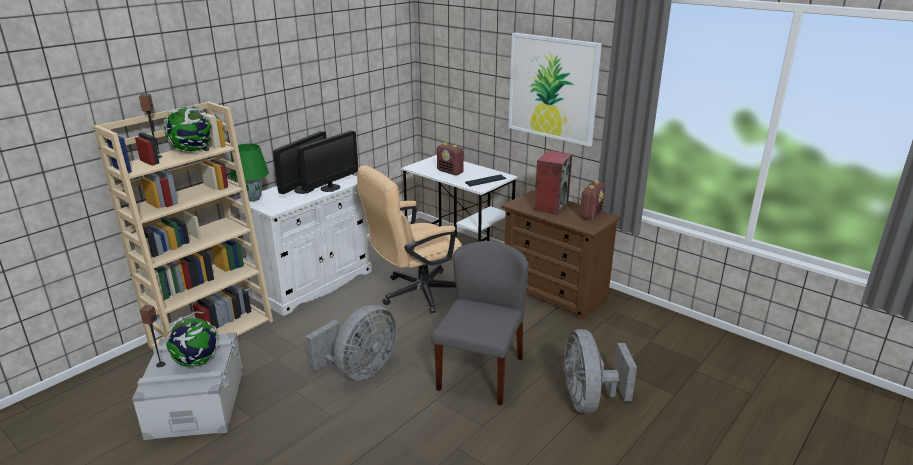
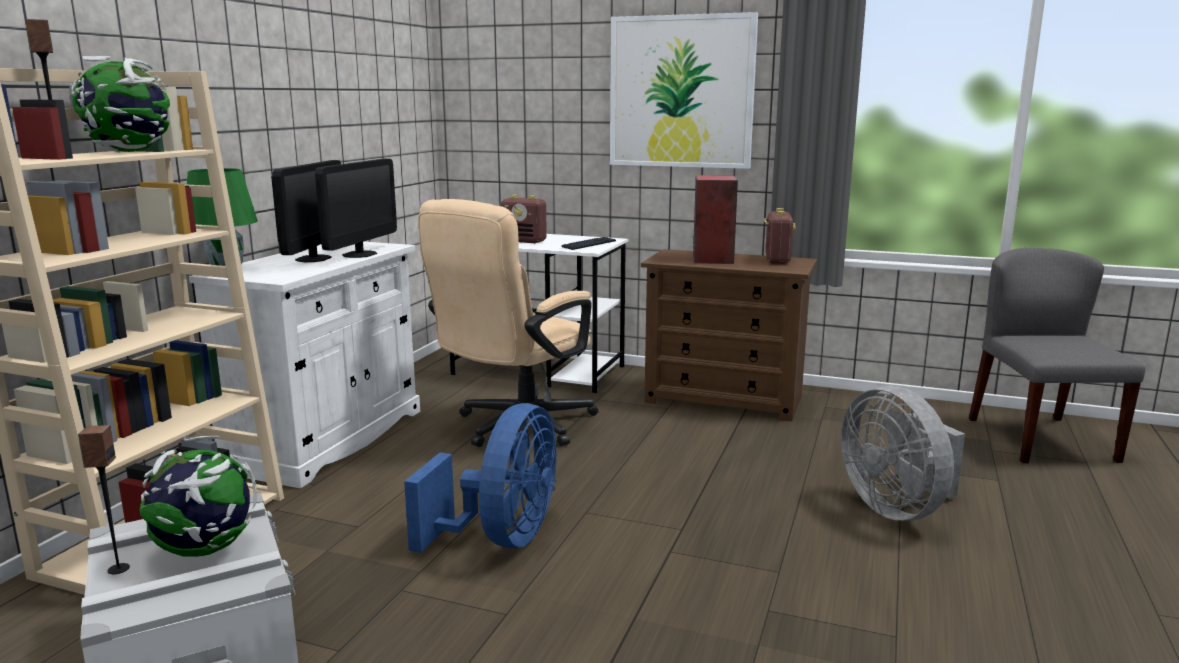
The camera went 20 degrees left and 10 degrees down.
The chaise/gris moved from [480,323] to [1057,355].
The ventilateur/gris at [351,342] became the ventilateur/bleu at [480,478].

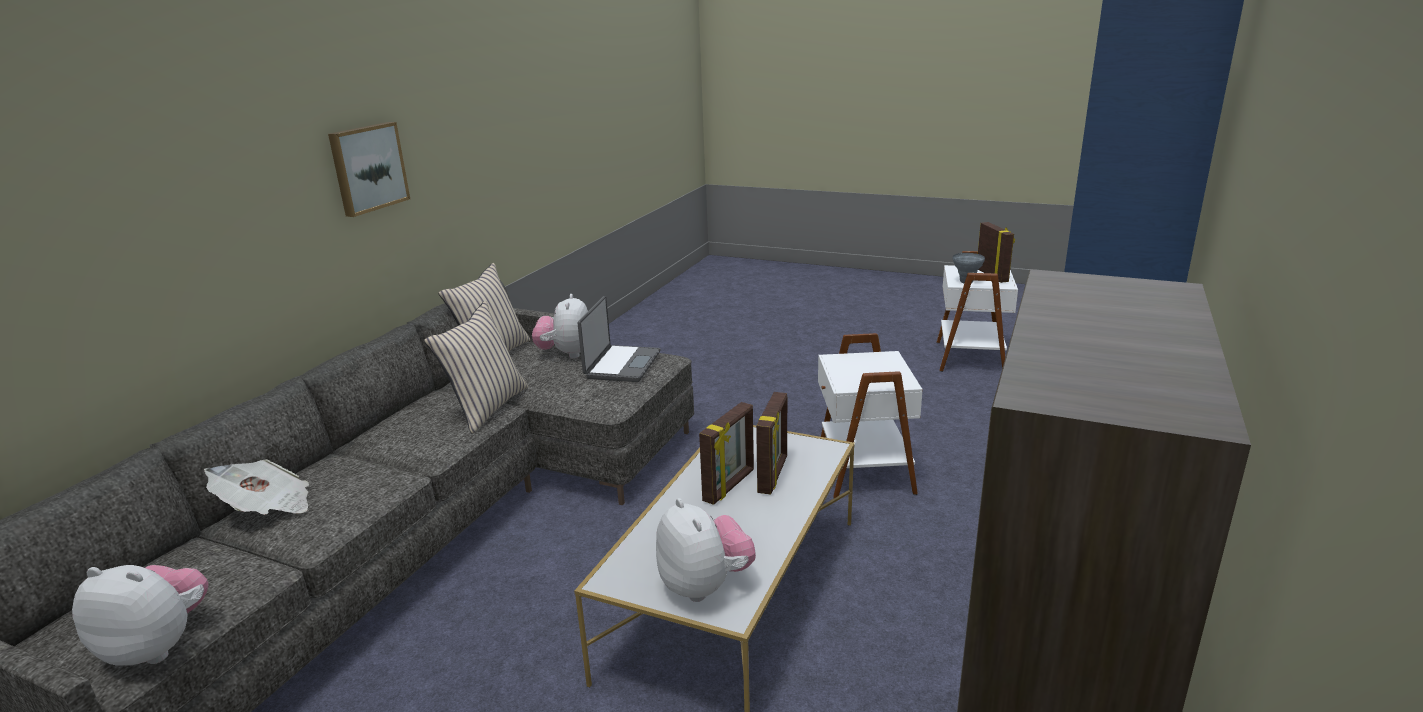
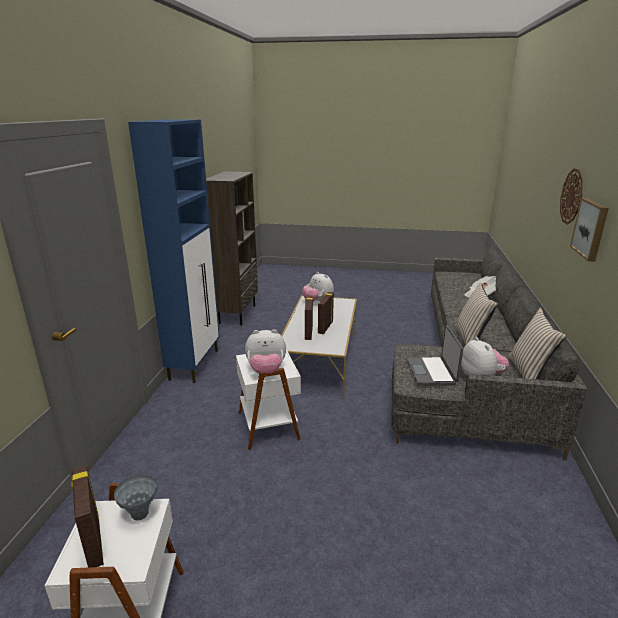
The camera went 165 degrees right and 0 degrees up.
The horloge murale at [571,196] appeared.
The peluche moved from [140,615] to [265,351].

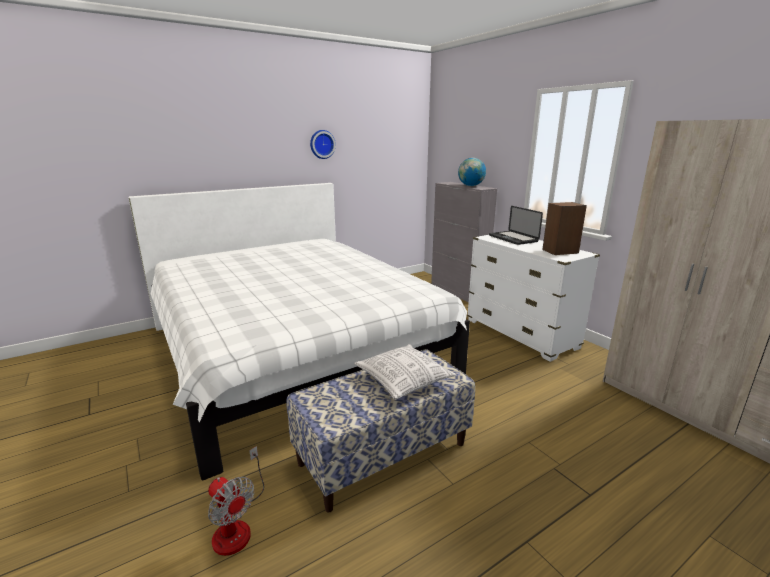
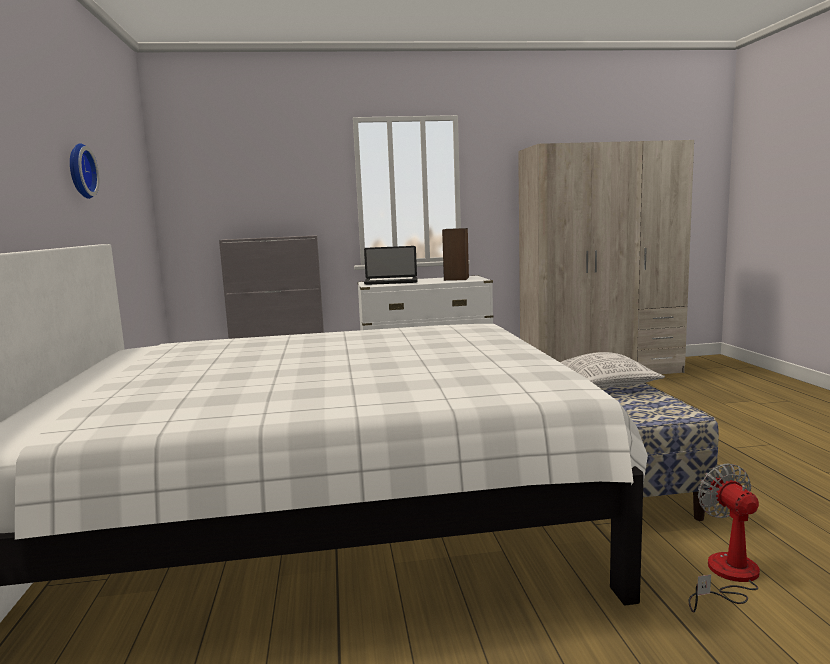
The camera went 65 degrees left and 10 degrees down.
The globe at [472,172] disappeared.
The ventilateur at [236,501] turned 75 degrees counterclockwise.

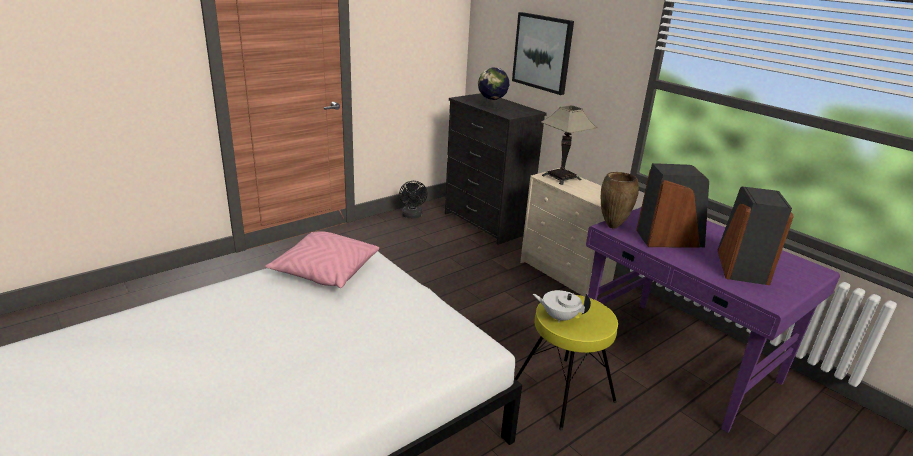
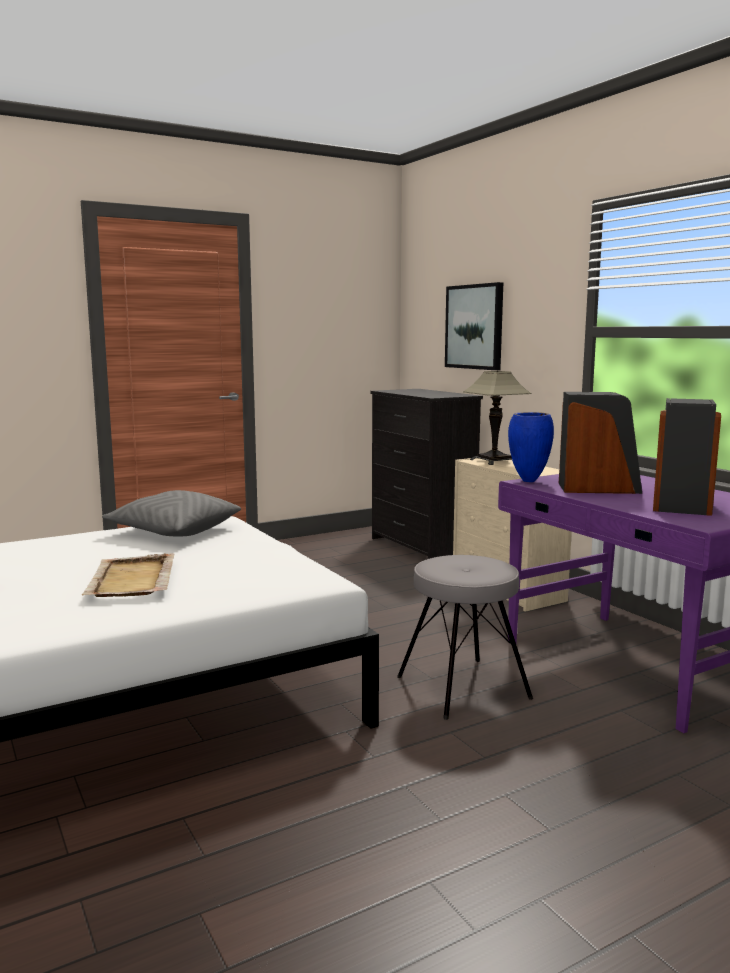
The camera went 10 degrees right and 15 degrees down.
The ventilateur/noir at [413,199] disappeared.
The globe at [493,88] disappeared.
The théière/blanc at [562,306] disappeared.
The plateau/beige at [128,575] appeared.
The coussin/rose at [322,259] became the coussin/gris at [171,513].
The tabouret/jaune at [566,362] became the tabouret/gris at [465,637].
The vase/marron at [620,200] became the vase/bleu at [531,447].

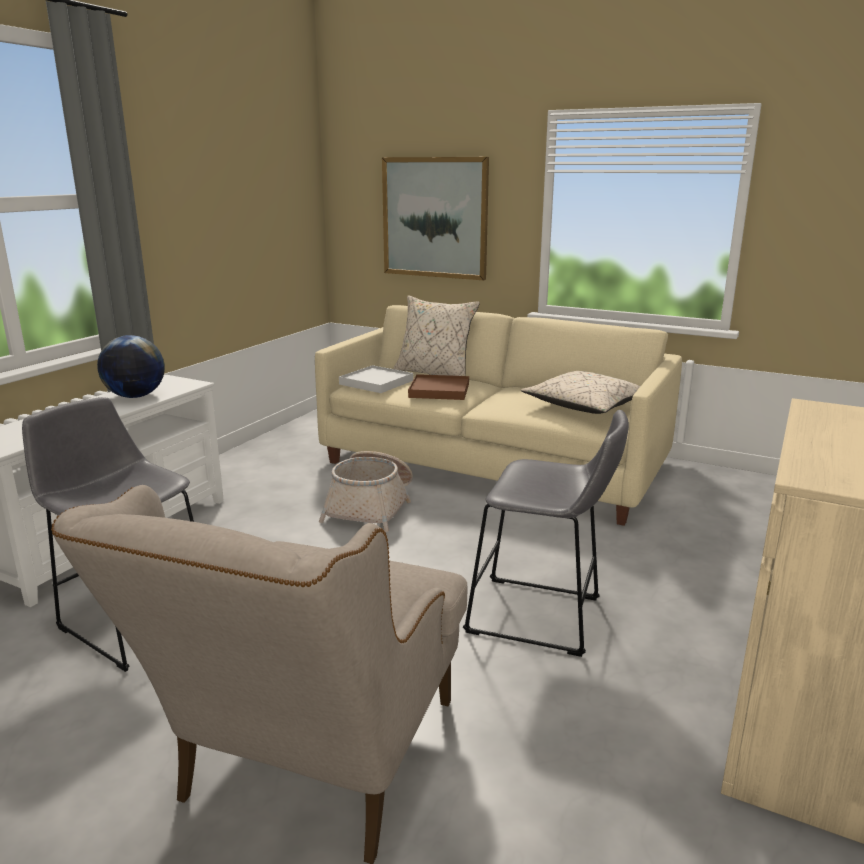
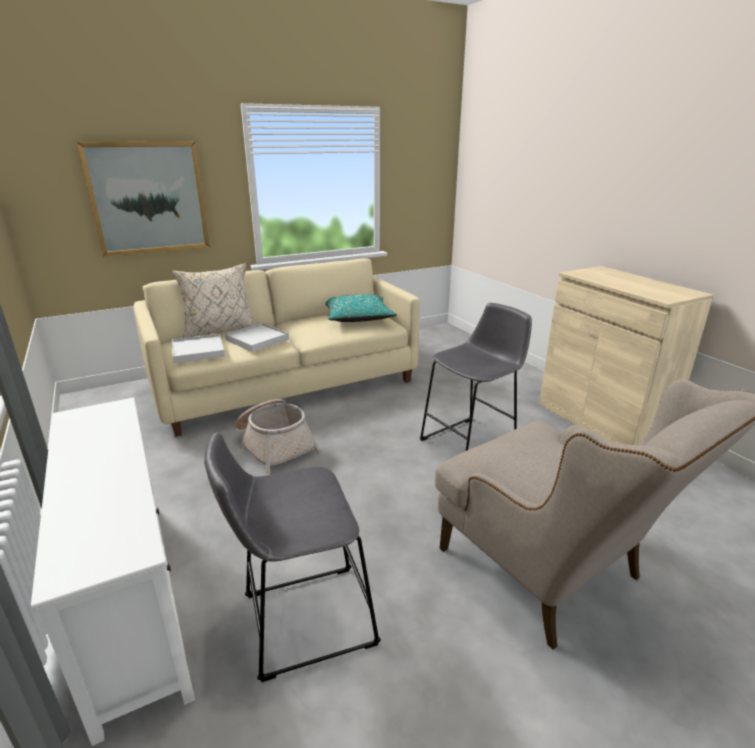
The camera went 55 degrees left and 5 degrees up.
The globe at [131,366] disappeared.
The plateau/marron at [438,387] became the plateau/blanc at [257,337].
The coussin/beige at [580,392] became the coussin/turquoise at [361,308].

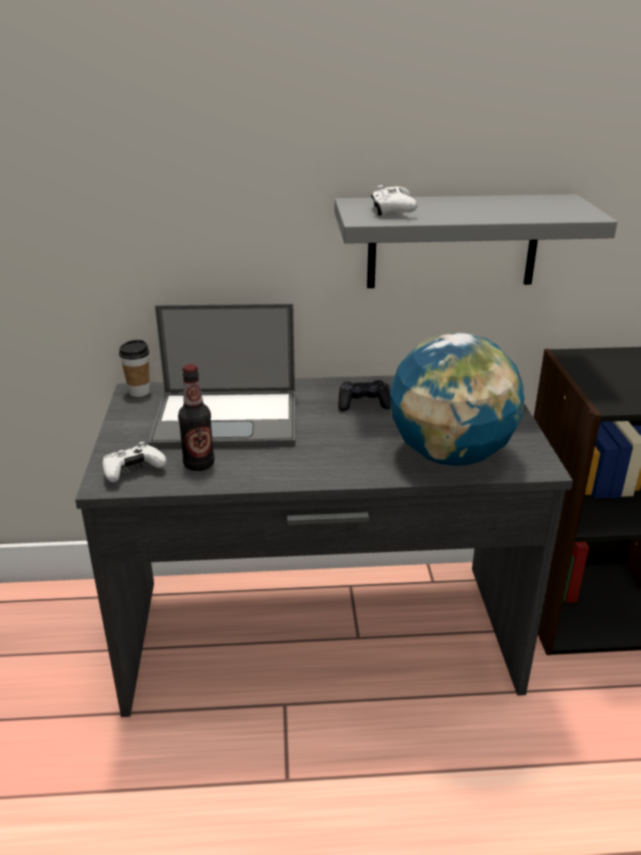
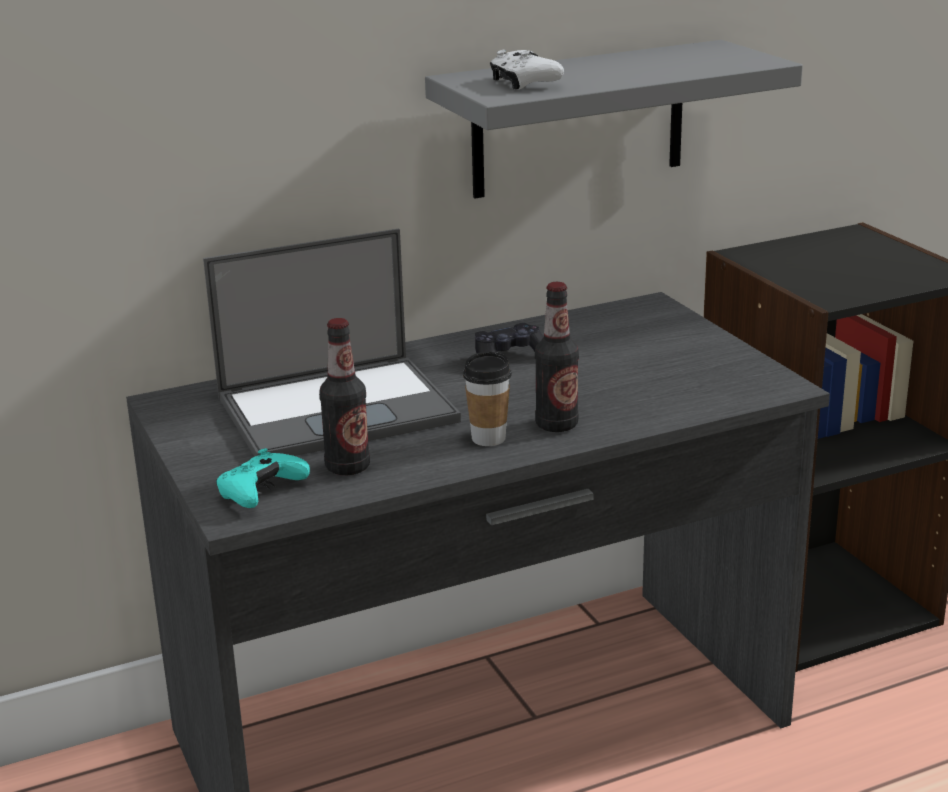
The camera went 20 degrees left and 5 degrees down.
The globe at [457,399] disappeared.
The bouteille at [557,357] appeared.
The tasse moved from [134,368] to [487,399].
The manette/blanc at [135,462] became the manette/turquoise at [263,478].

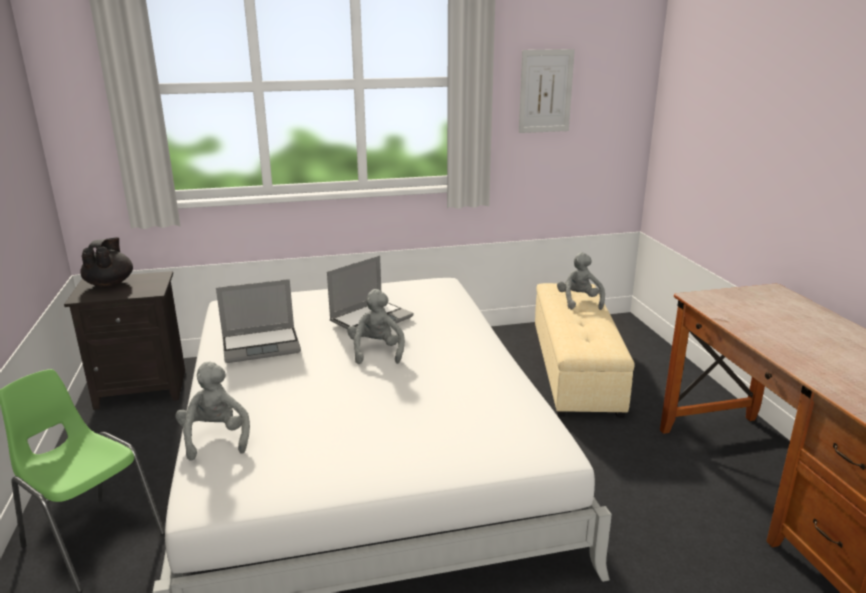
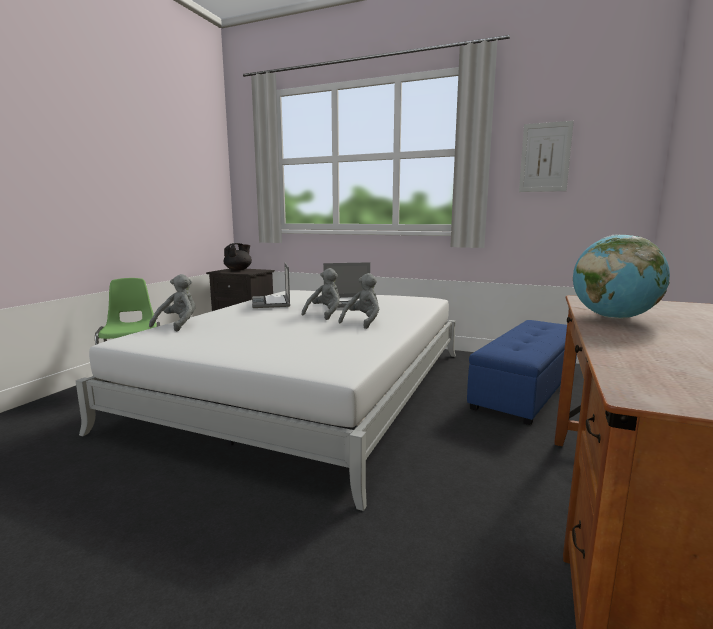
The camera went 35 degrees right and 10 degrees down.
The globe at [621,276] appeared.
The peluche/gris moved from [581,281] to [359,301].
The pouf/beige at [585,350] became the pouf/bleu at [522,372].
The ordinateur portable at [258,321] turned 60 degrees clockwise.

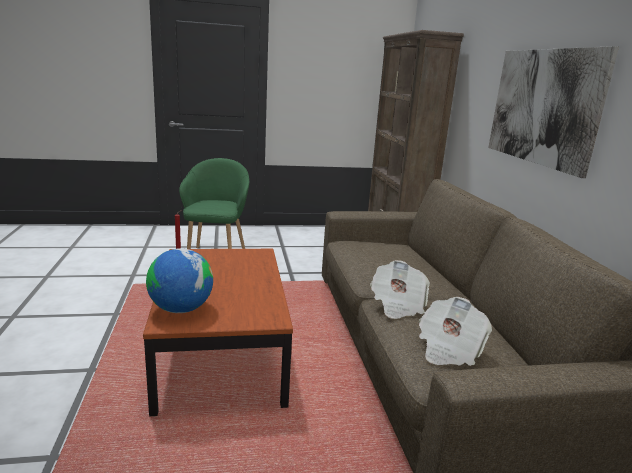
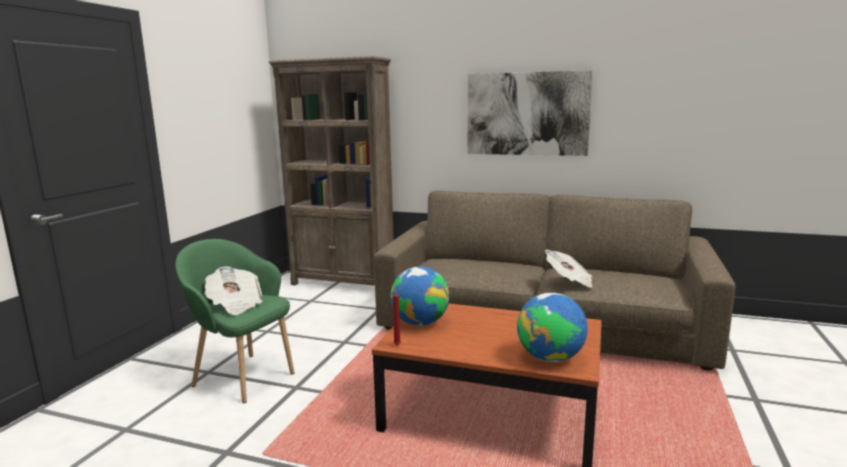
The camera went 60 degrees left and 5 degrees down.
The globe at [420,296] appeared.
The journal moved from [455,331] to [233,291].

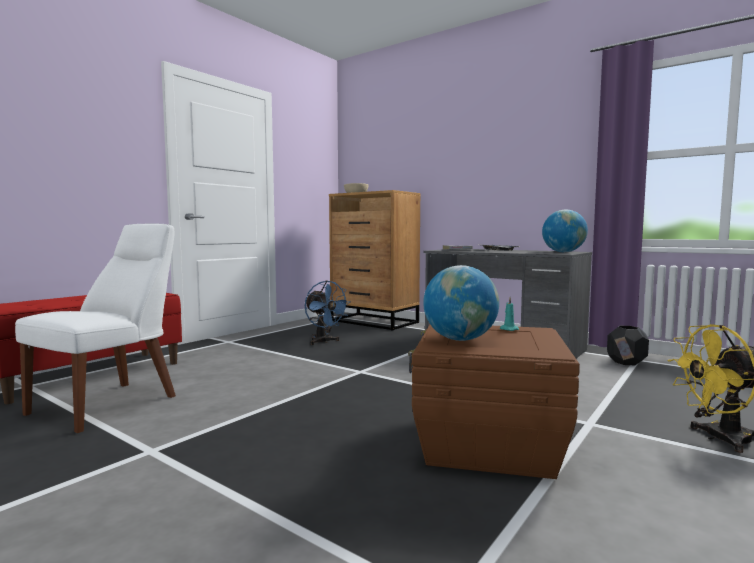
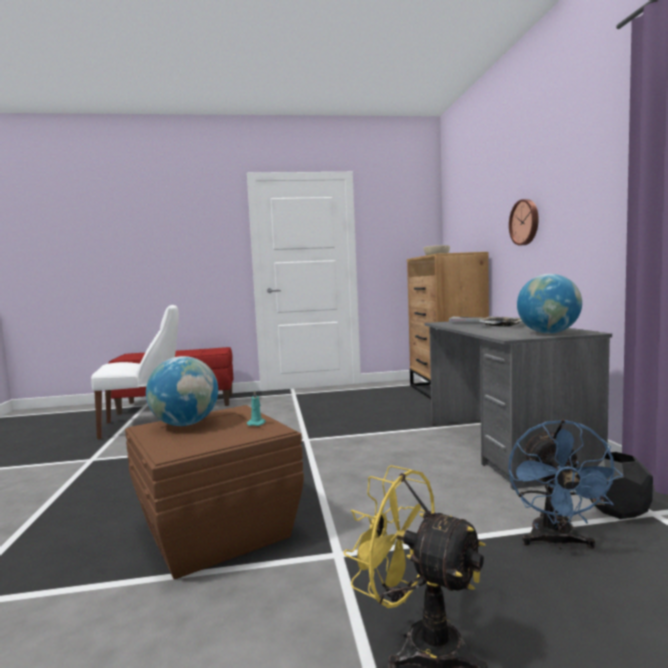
The camera went 45 degrees right and 0 degrees up.
The horloge murale at [524,222] appeared.
The ventilateur/bleu moved from [327,313] to [565,484].

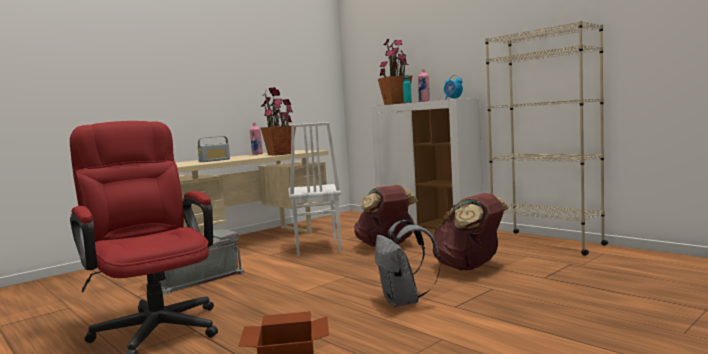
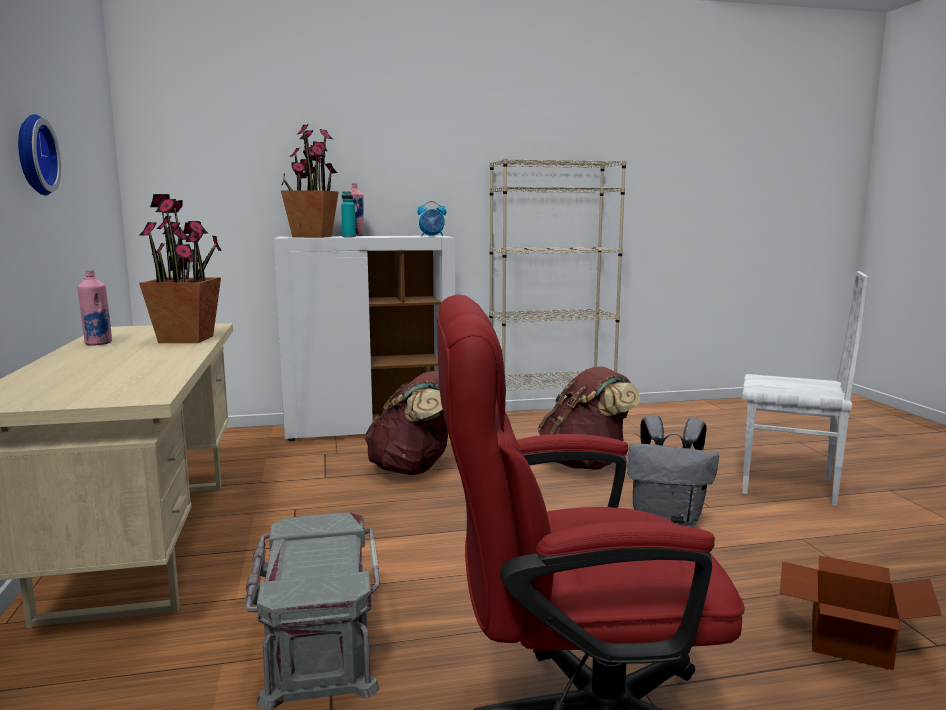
The camera went 60 degrees left and 5 degrees up.
The radio at [214,149] disappeared.
The horloge murale at [39,155] appeared.
The chaise/blanc moved from [314,189] to [805,388].

